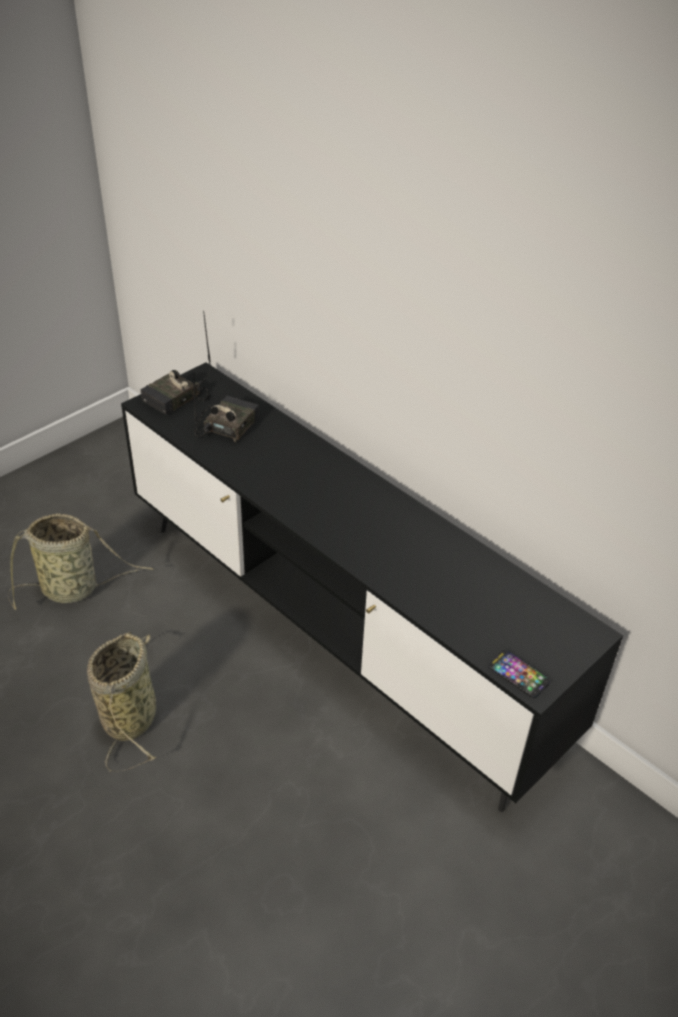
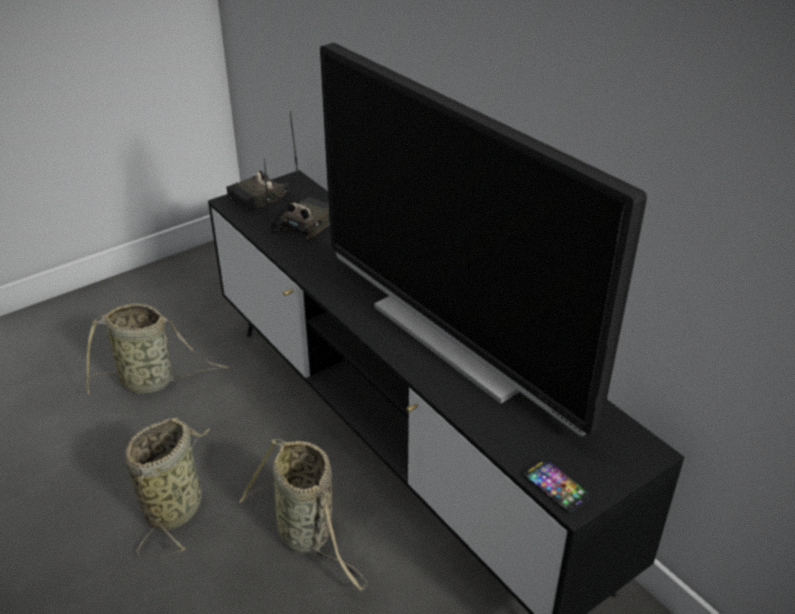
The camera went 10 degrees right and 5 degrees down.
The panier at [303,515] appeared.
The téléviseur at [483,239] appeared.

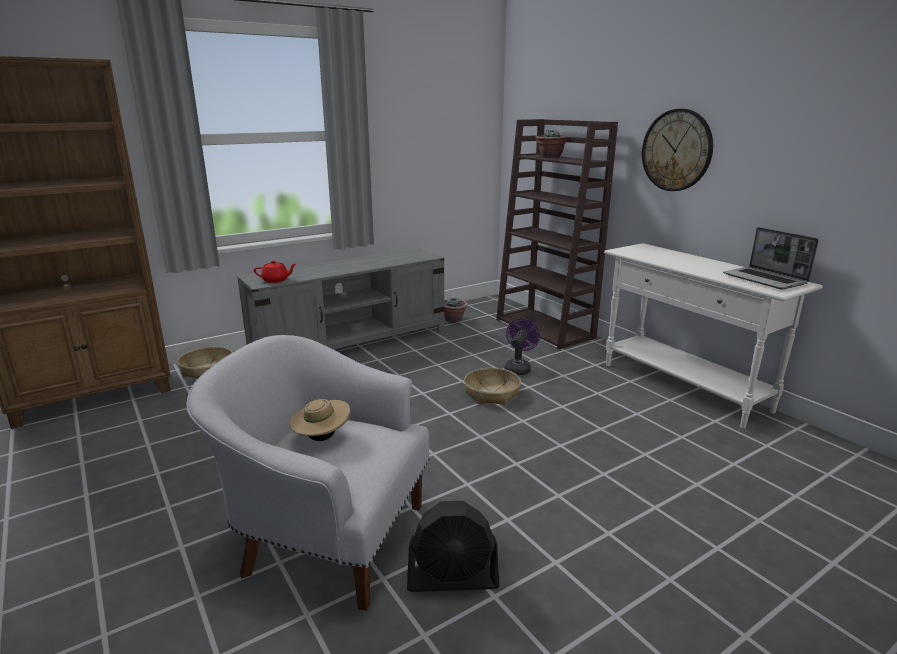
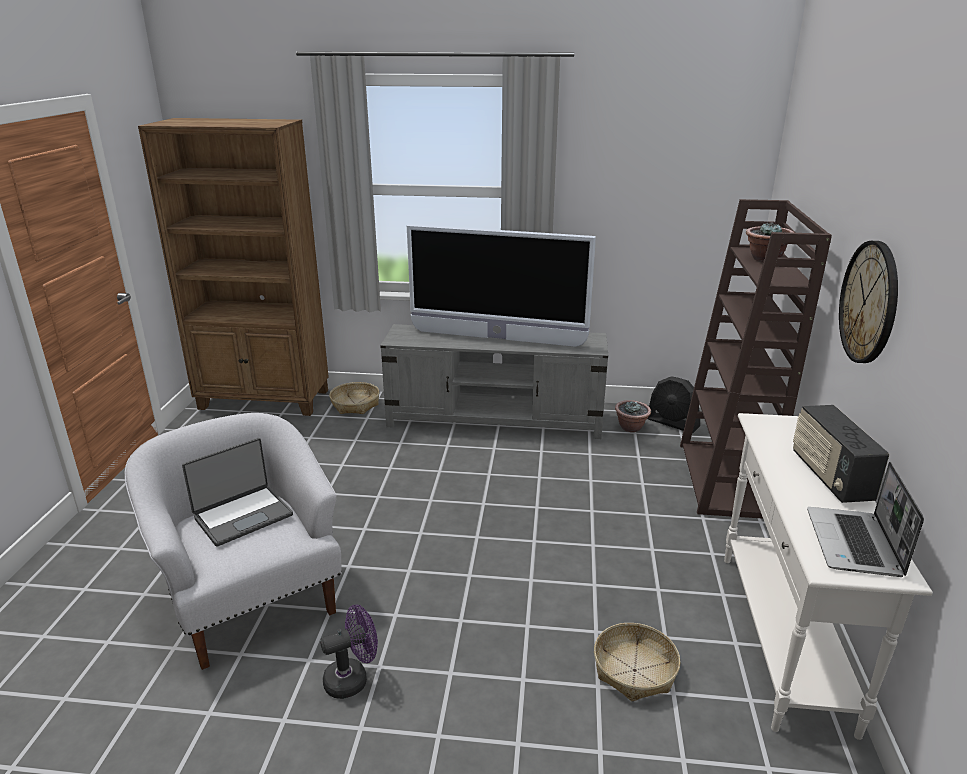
The camera went 40 degrees right and 5 degrees up.
The théière/rouge at [275,271] disappeared.
The téléviseur at [501,285] appeared.
The radio at [841,454] appeared.
The ventilateur/noir moved from [453,546] to [673,404].
The panier moved from [492,386] to [637,662].
The ventilateur/violet moved from [522,346] to [349,652].
The chapeau/beige at [319,418] was replaced by the ordinateur portable at [237,492].

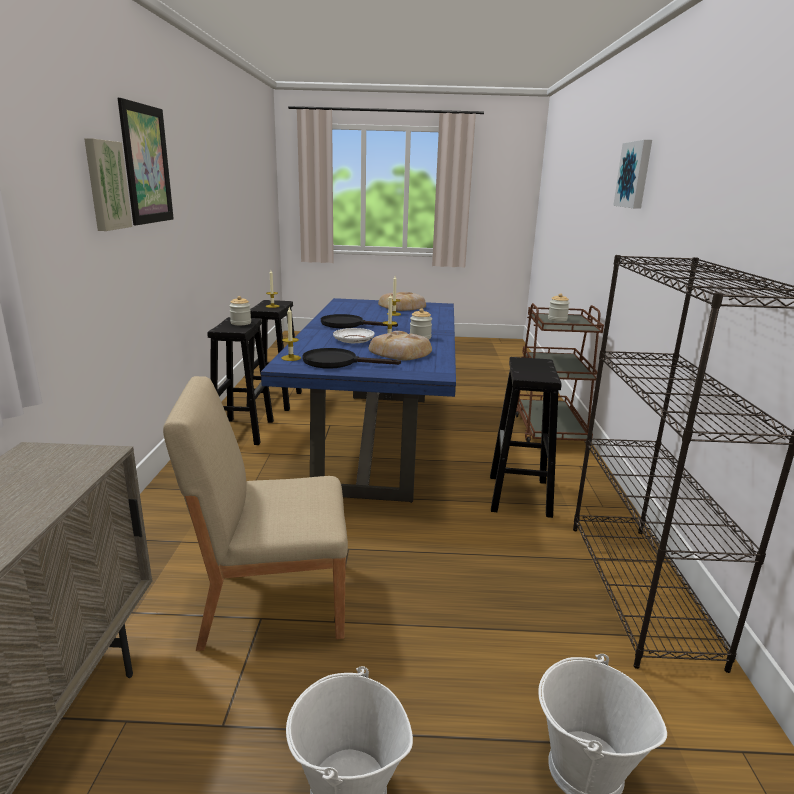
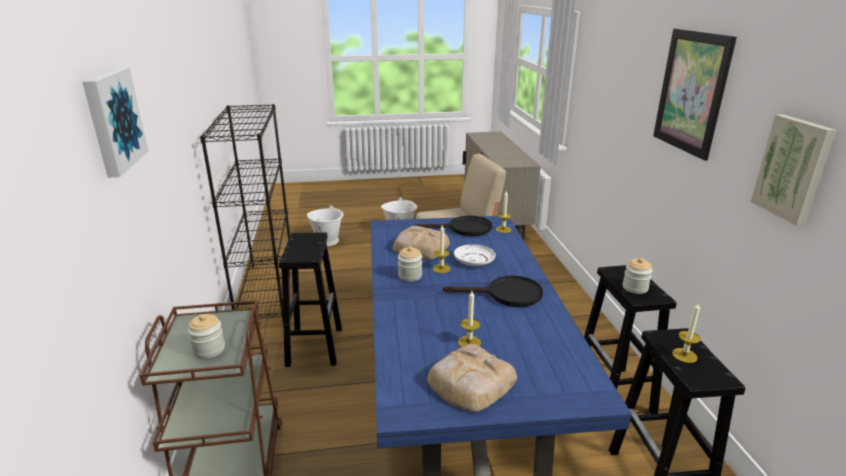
The camera went 170 degrees right and 5 degrees up.
The tableau moved from [108,184] to [793,170].

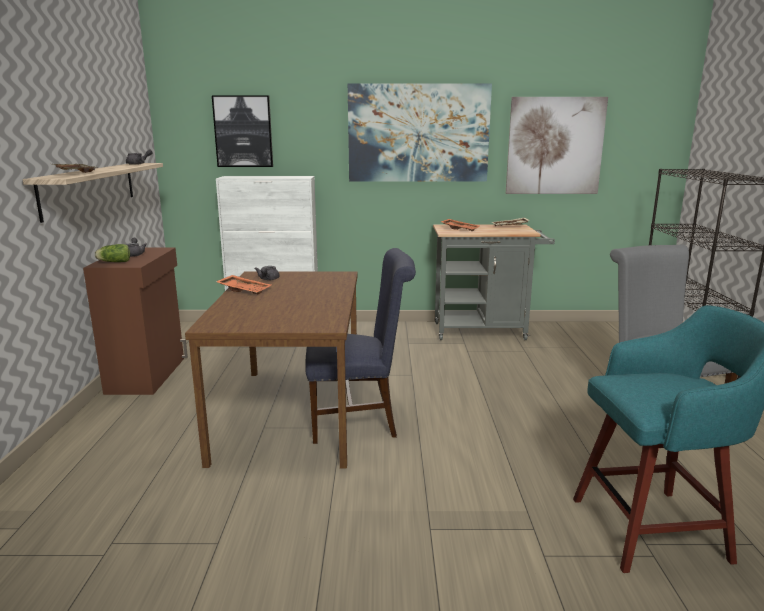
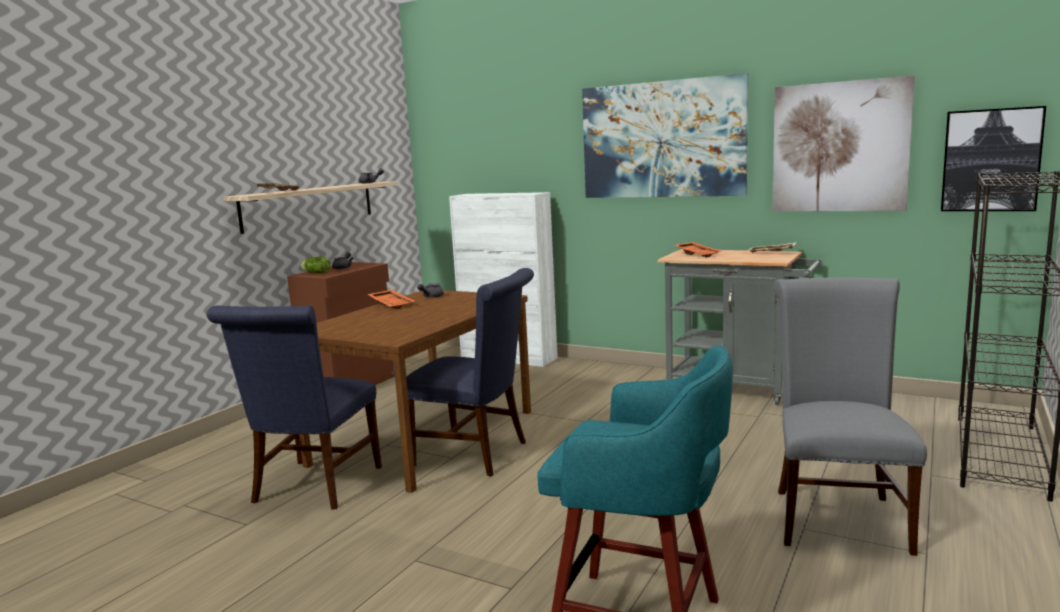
The camera went 30 degrees right and 5 degrees down.
The chaise/bleu at [294,407] appeared.
The tableau moved from [242,131] to [993,158].

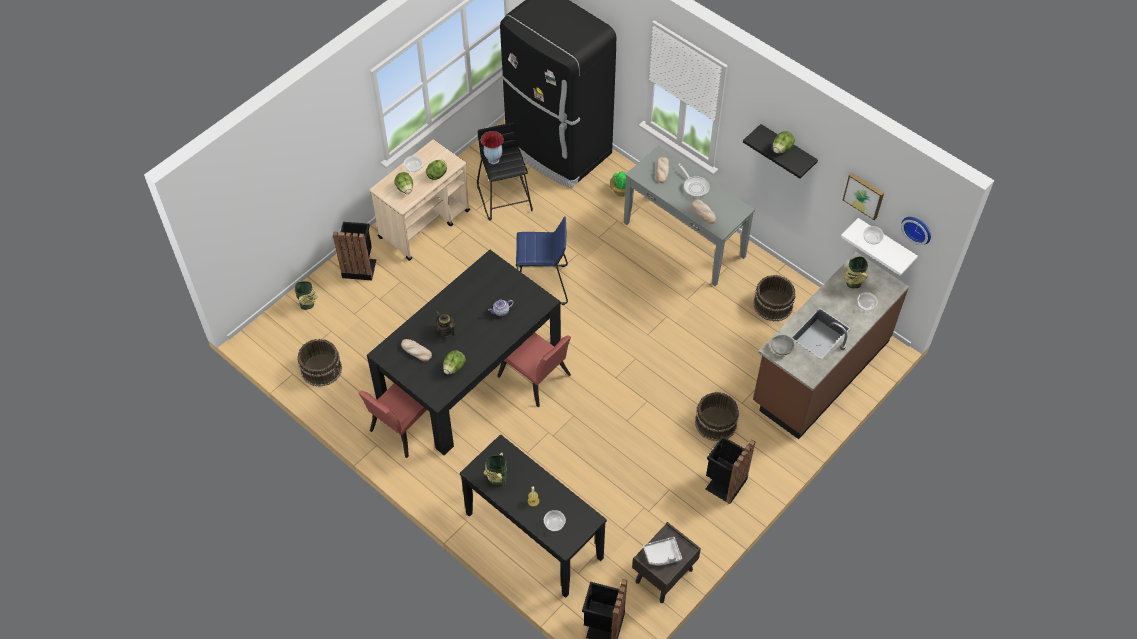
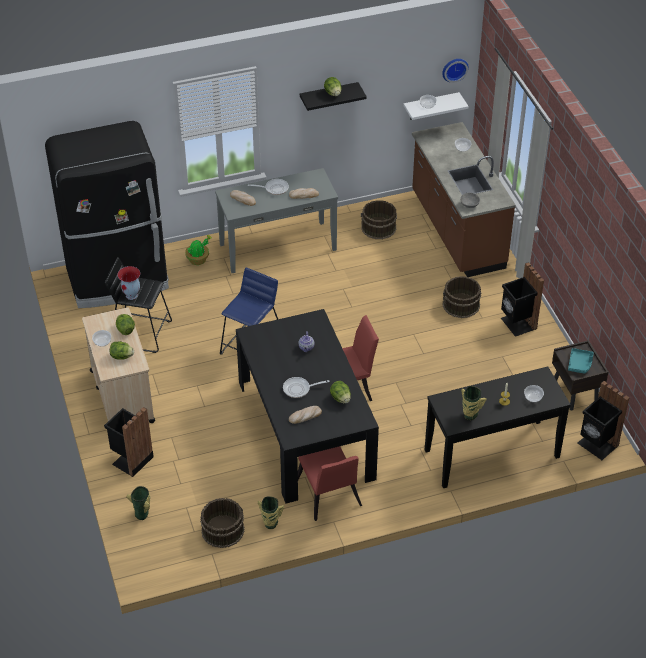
The camera went 60 degrees left and 10 degrees down.
The tableau at [863,196] disappeared.
The vase moved from [856,272] to [271,512].
The théière at [445,324] was replaced by the poêle at [306,387].
The plateau/gris at [662,551] became the plateau/turquoise at [581,360].

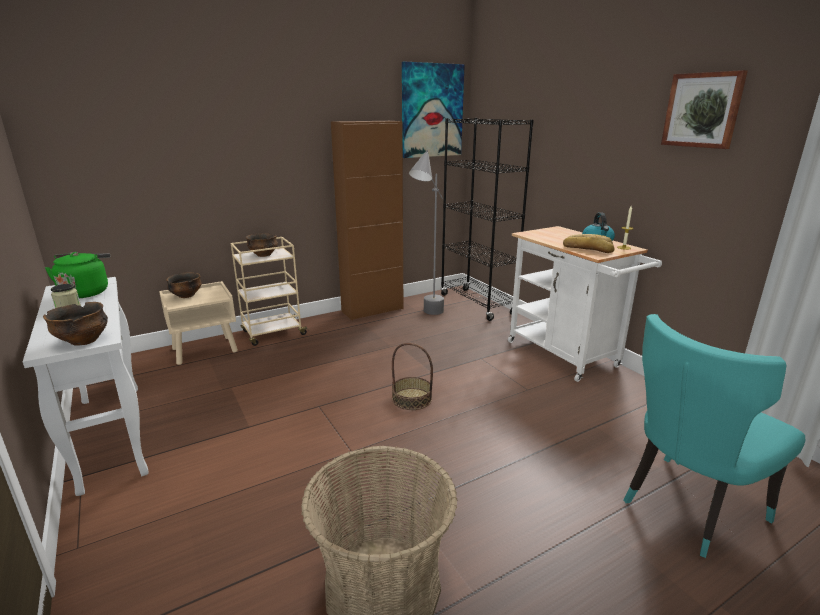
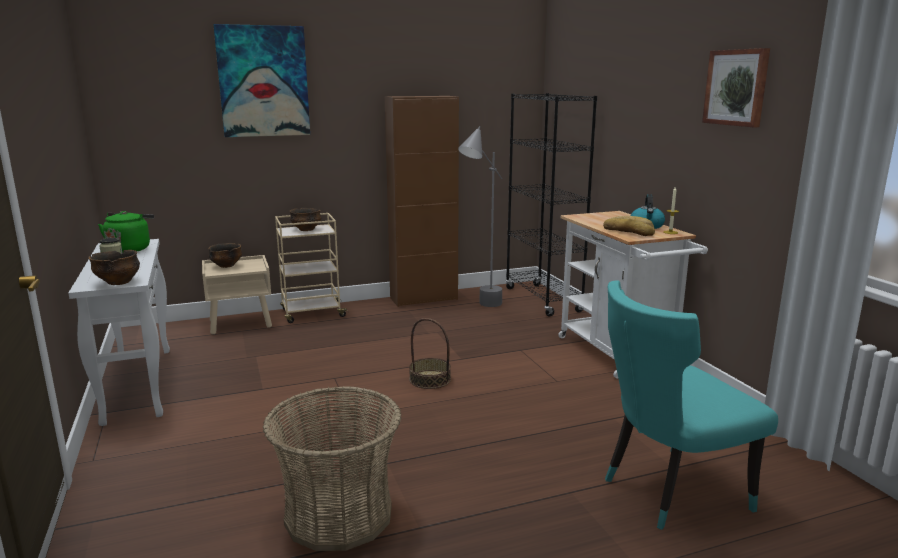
The camera went 10 degrees right and 5 degrees down.
The tableau moved from [433,110] to [261,80].

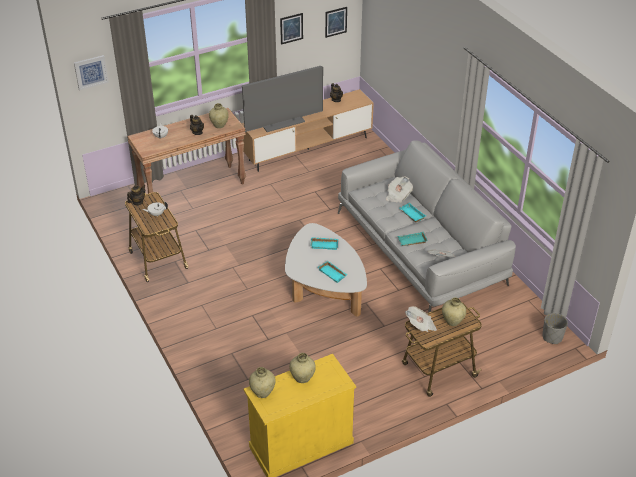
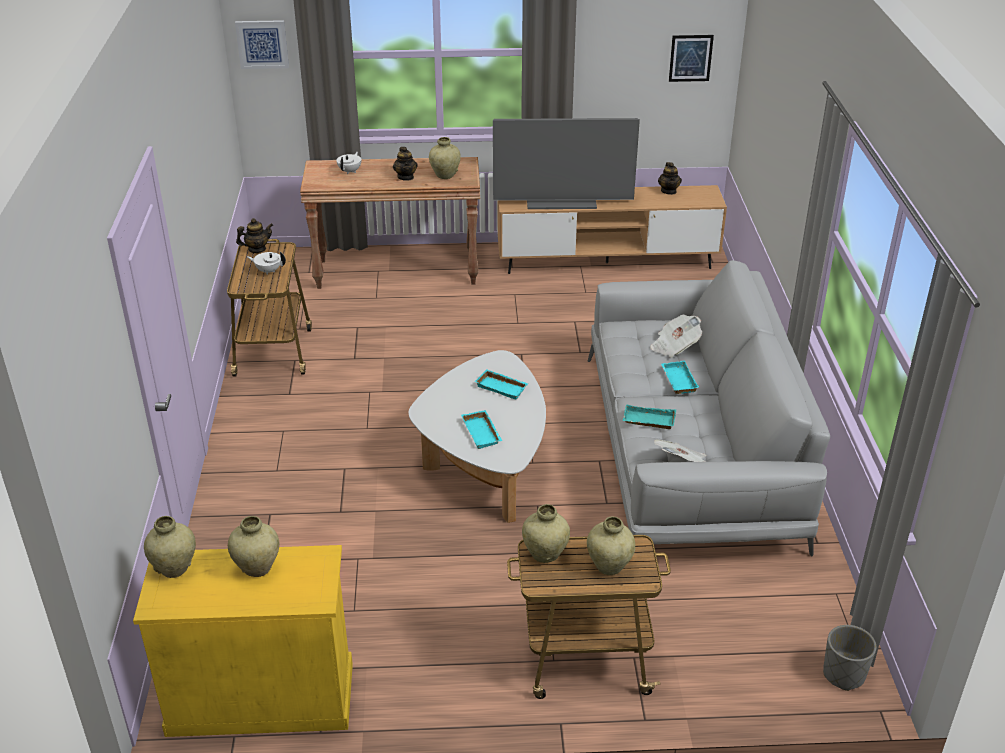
The camera went 25 degrees right and 5 degrees down.
The tableau at [291,29] disappeared.
The journal at [421,319] was replaced by the vase/beige at [546,533].

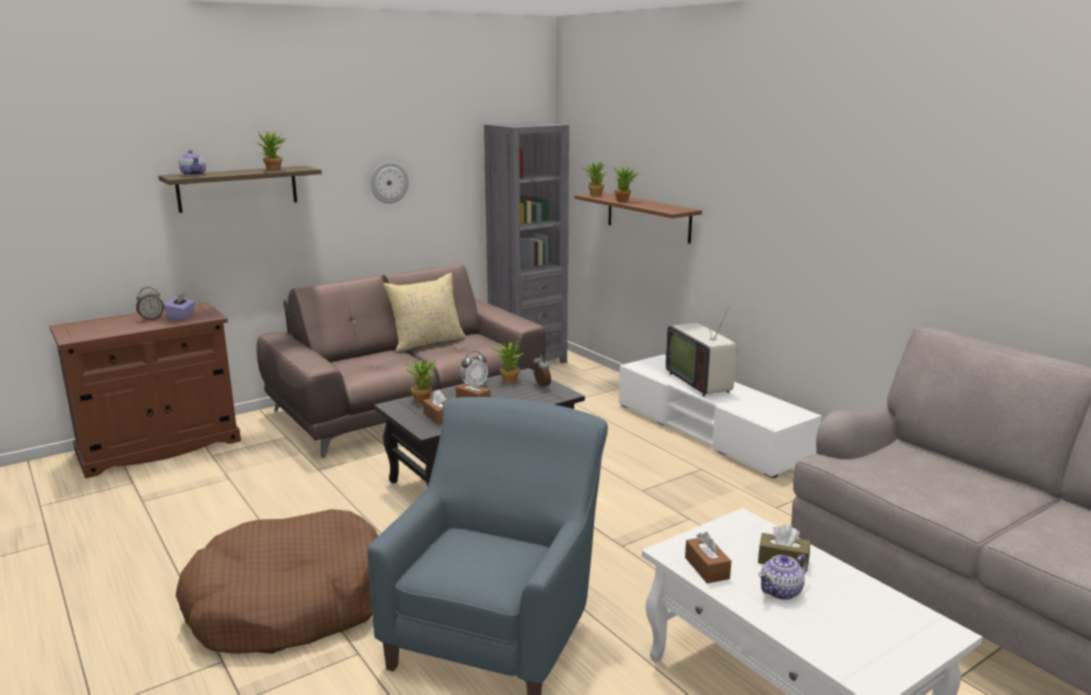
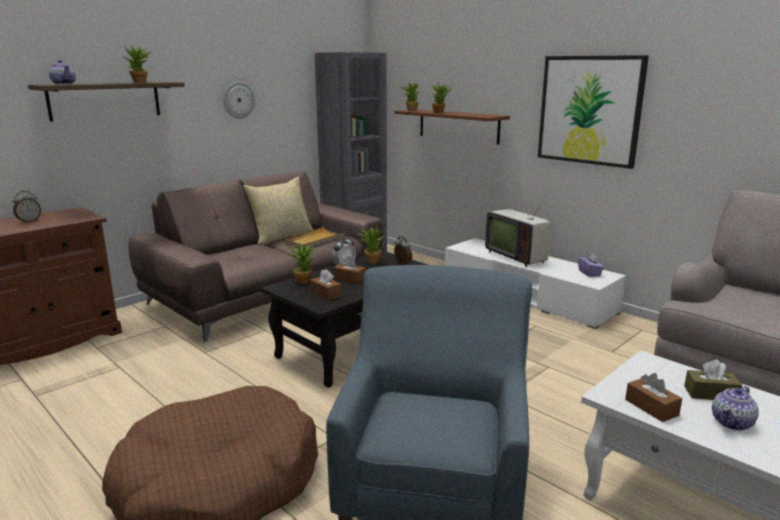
The camera went 10 degrees left and 0 degrees up.
The plateau/beige at [314,237] appeared.
The tableau at [593,112] appeared.
The boîte à mouchoirs/violet moved from [179,306] to [591,265].

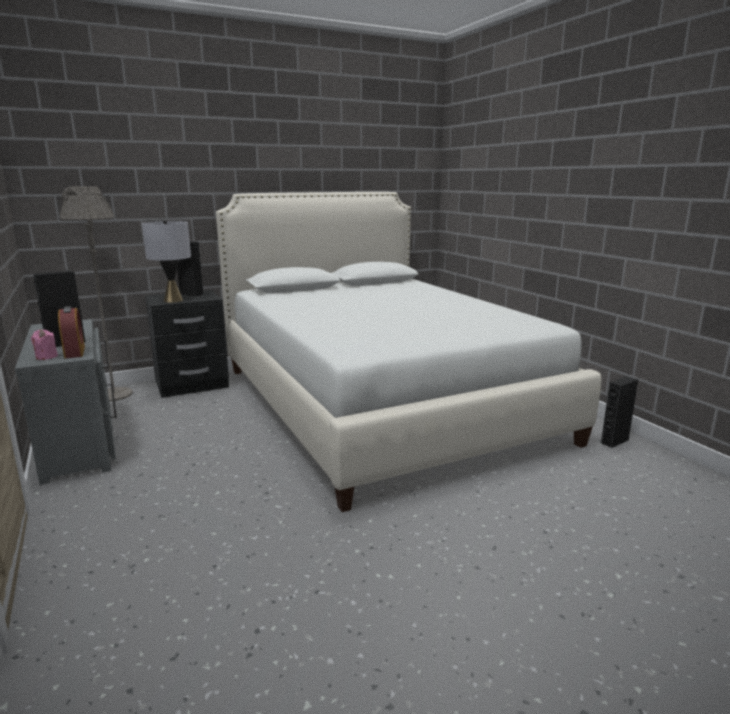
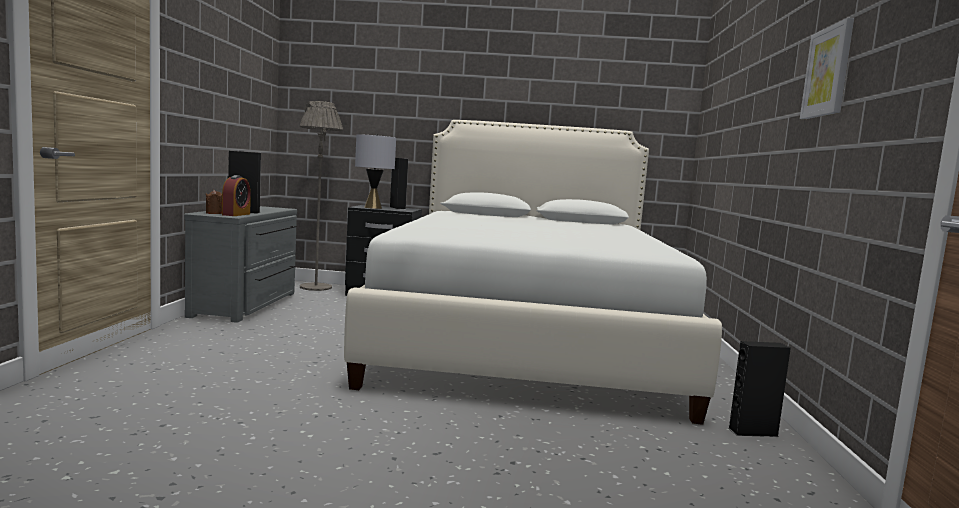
The camera went 30 degrees right and 10 degrees down.
The tableau at [827,68] appeared.
The bougie/rose at [44,344] became the bougie/marron at [214,202].

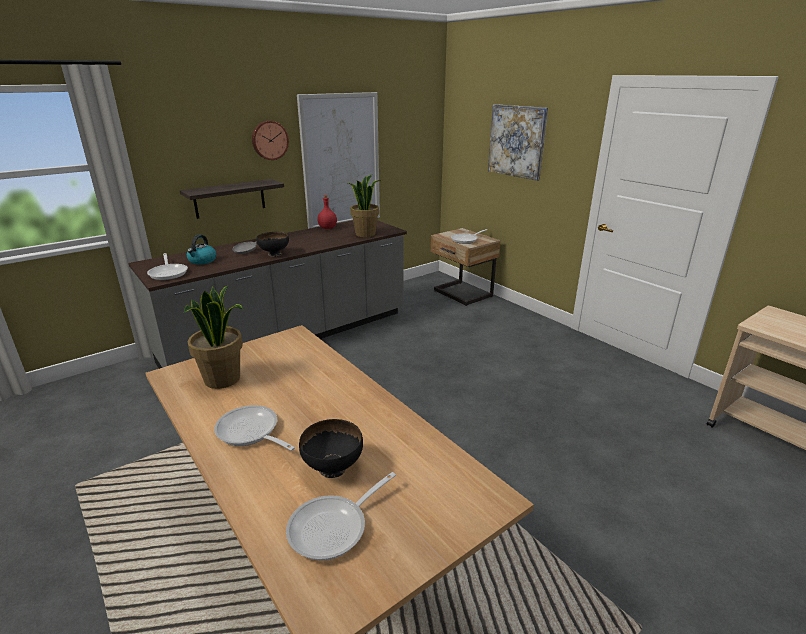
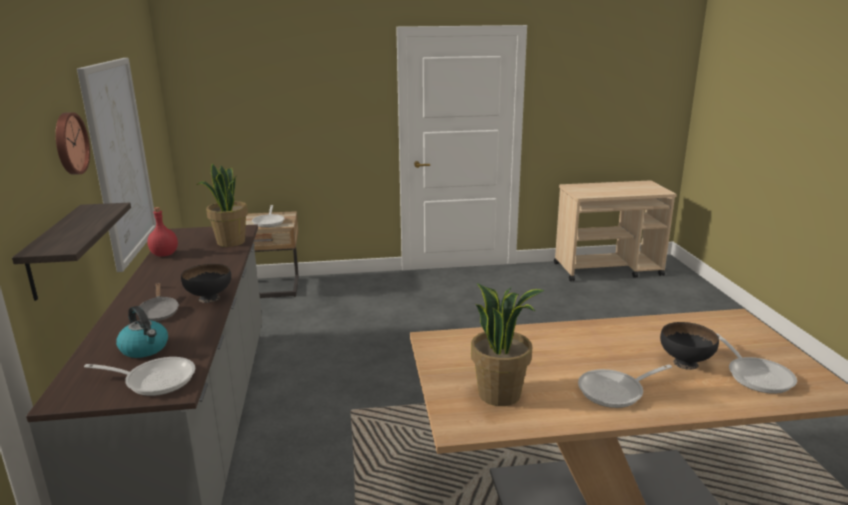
The camera went 60 degrees left and 5 degrees down.
The tableau at [518,142] disappeared.

